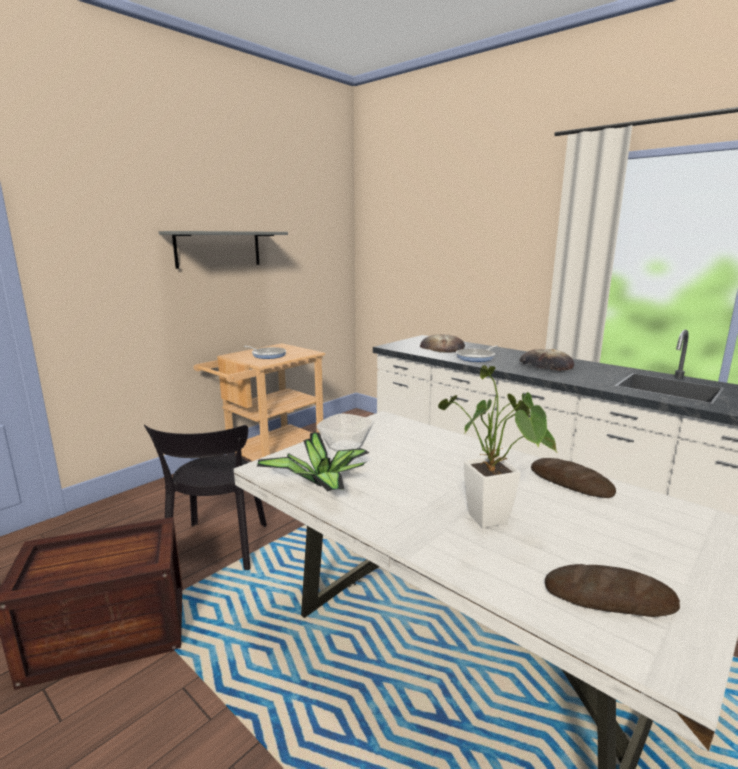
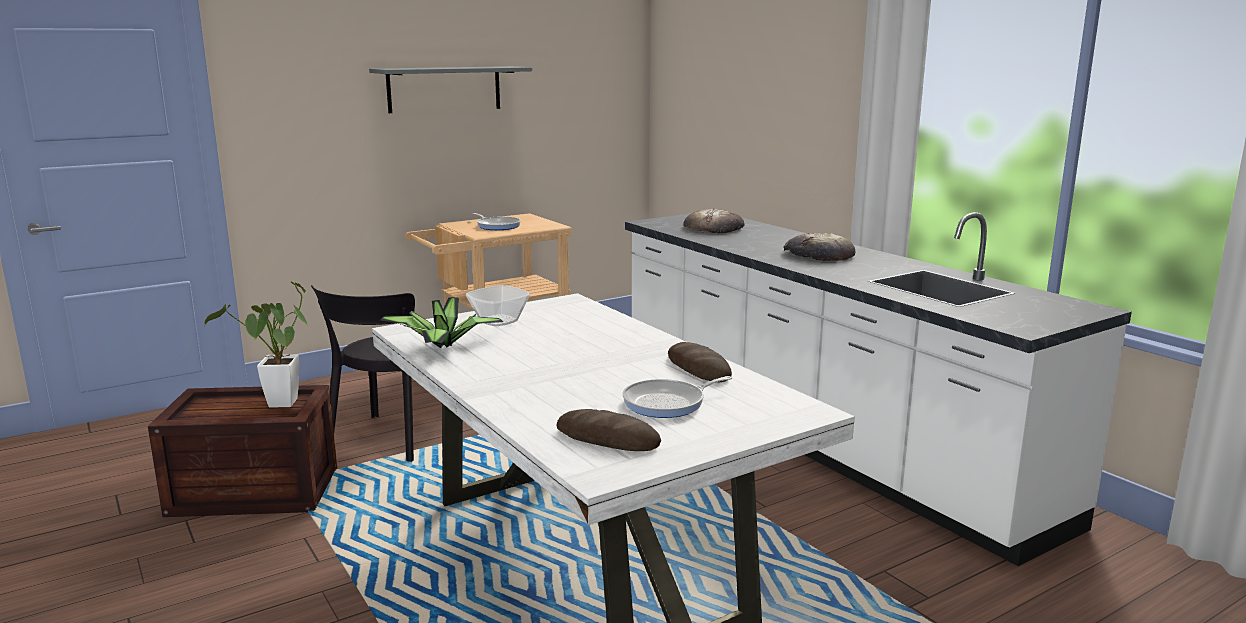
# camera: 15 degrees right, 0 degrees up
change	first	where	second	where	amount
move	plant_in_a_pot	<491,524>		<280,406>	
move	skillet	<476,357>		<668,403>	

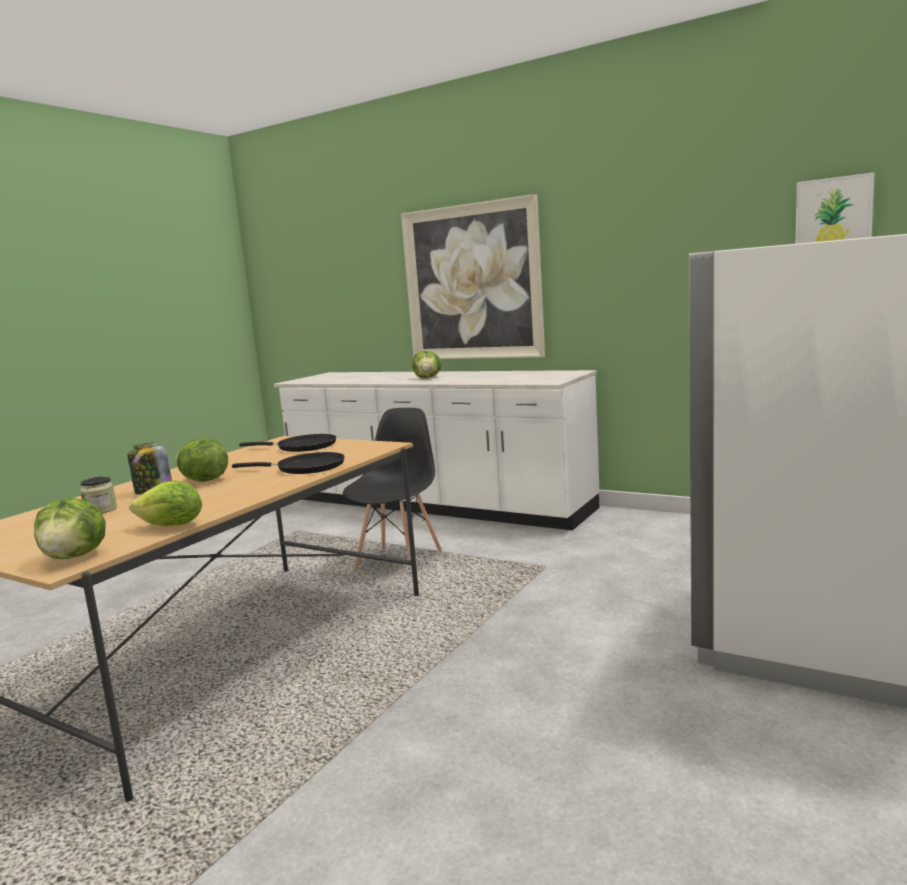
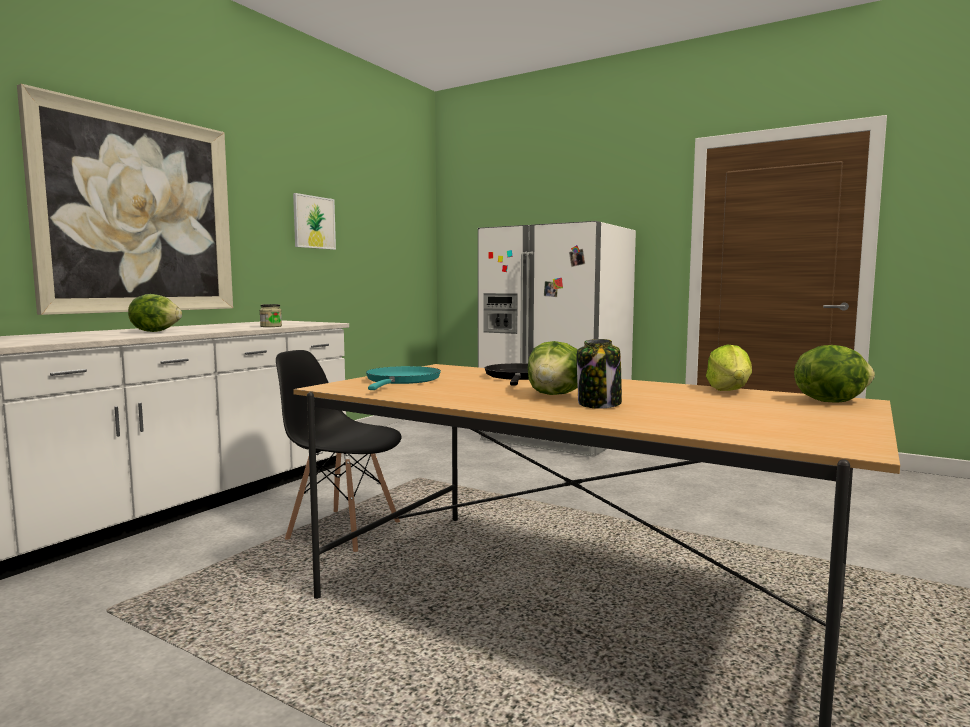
# camera: 90 degrees left, 5 degrees down
change	first	where	second	where	amount
move	storage_jar	<100,510>		<271,326>	
move	wall_picture	<833,213>		<314,222>	
recolor	black-coloured_skillet	<302,447>	turquoise_skillet	<401,381>	

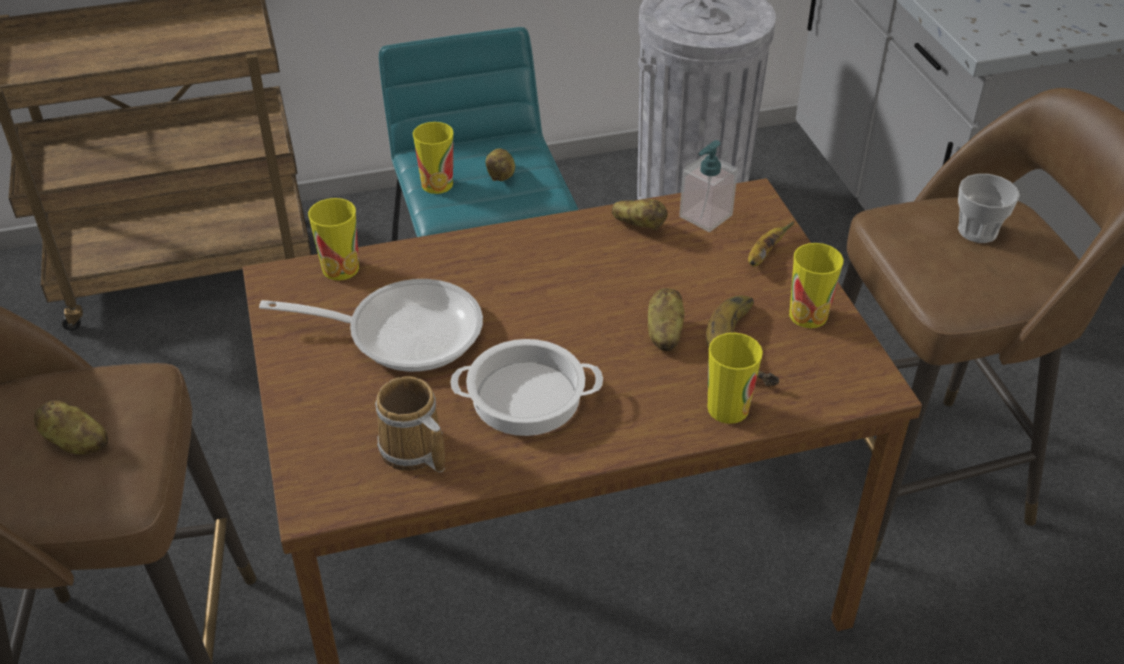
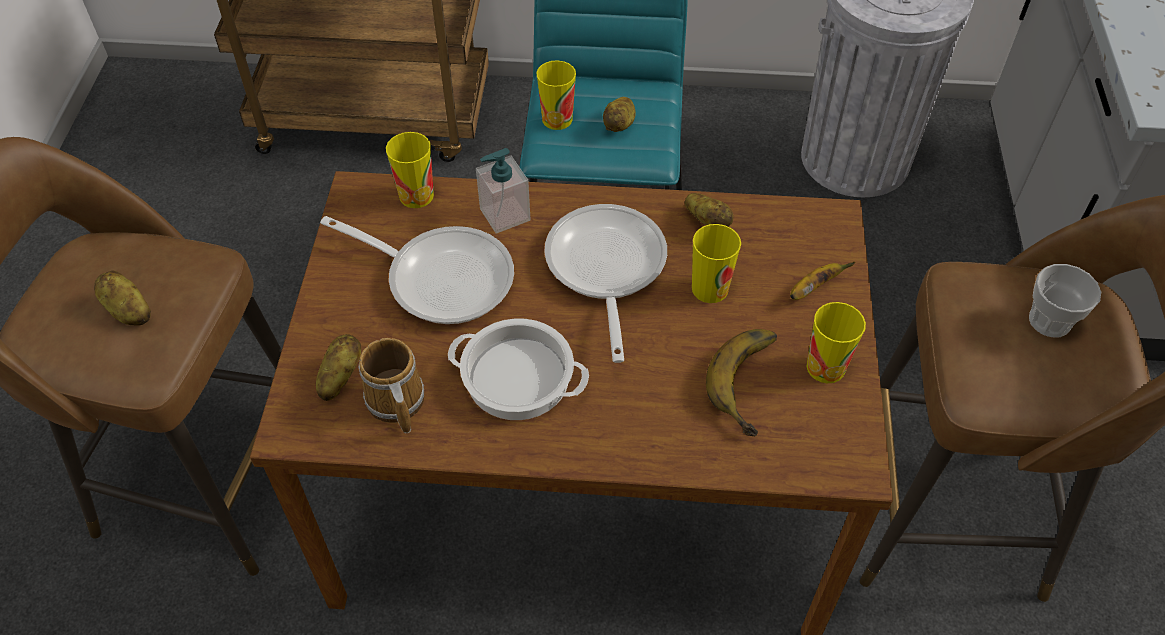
# camera: 20 degrees right, 10 degrees up
change	first	where	second	where	amount
insert			skillet	<605,269>	
move	whole_potato	<664,333>		<340,377>	
move	soap_bottle	<705,216>		<504,215>	
move	small_cup	<728,408>		<710,288>	

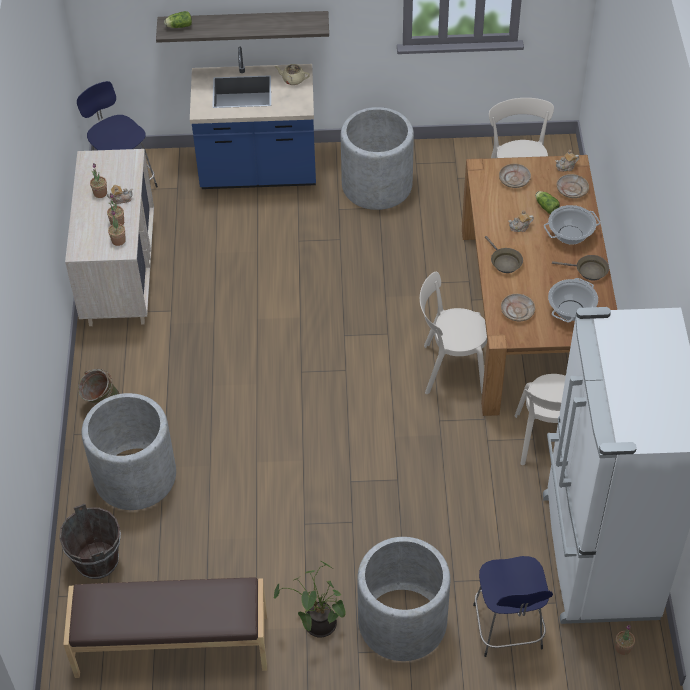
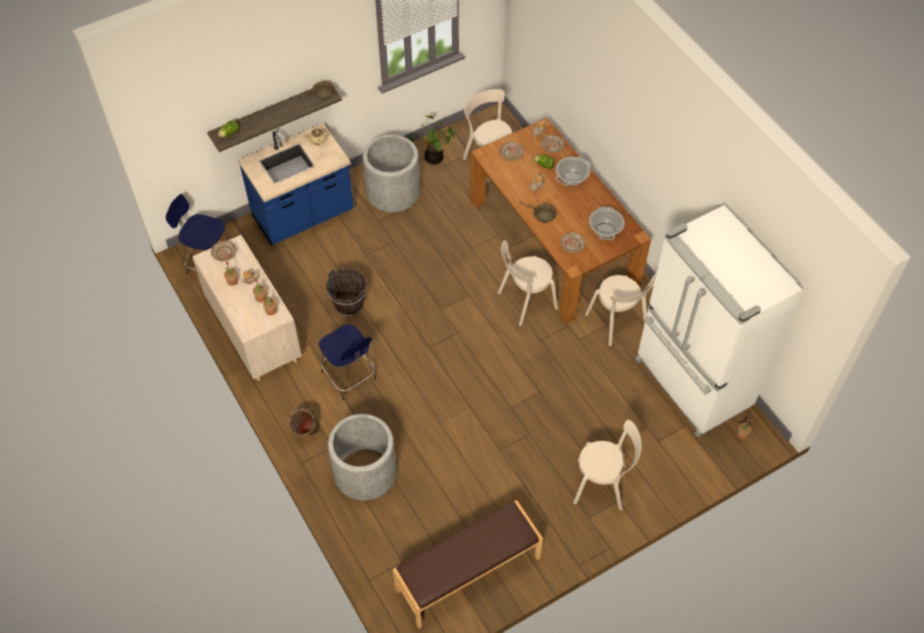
# camera: 30 degrees left, 5 degrees up
change	first	where	second	where	amount
insert			beige_flat_dish	<224,253>	
move	brown_bucket	<98,561>		<349,305>	
move	plant_in_a_pot	<317,625>		<432,159>	
move	blue-coloured_stool_seat	<508,629>		<349,377>	
move	brown_skillet	<588,271>		<321,94>	
replace	grey_plant_pot	<402,622>	beige_plain_chair	<603,484>	

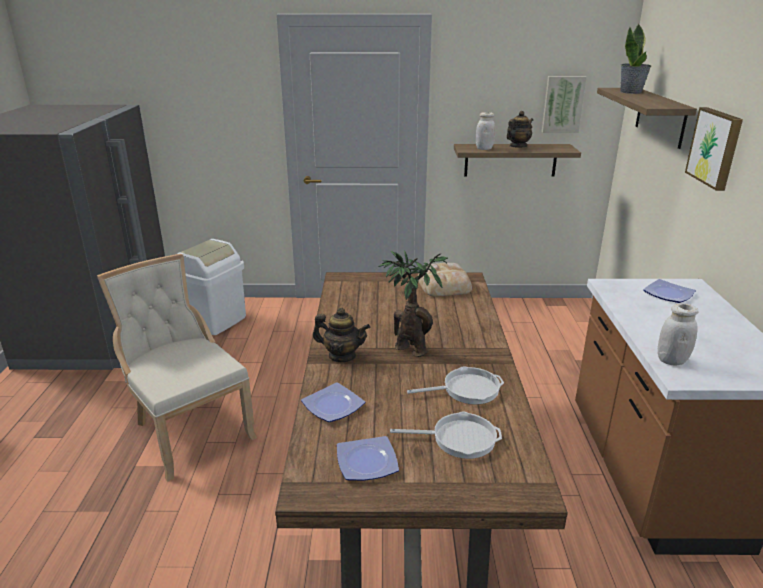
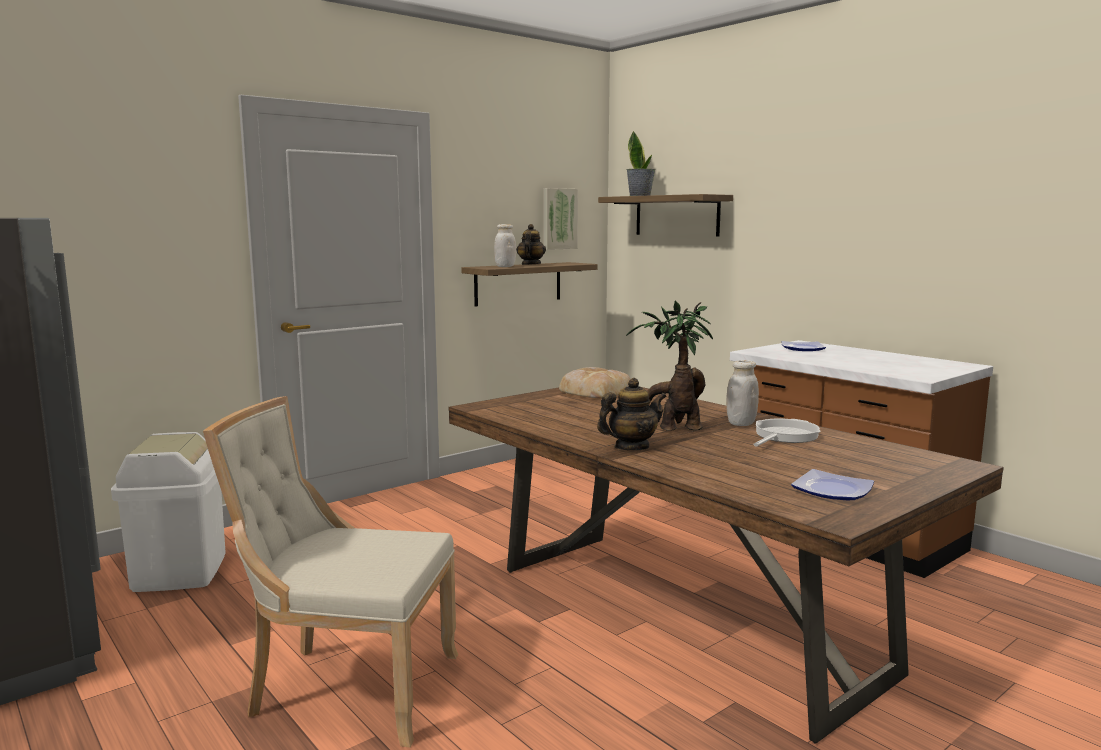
# camera: 40 degrees left, 15 degrees down
change	first	where	second	where	amount
delete	flat_dish	<333,407>			
delete	skillet	<459,438>			
delete	wall_picture	<715,147>			
move	white_storage_jar	<671,360>		<741,423>	

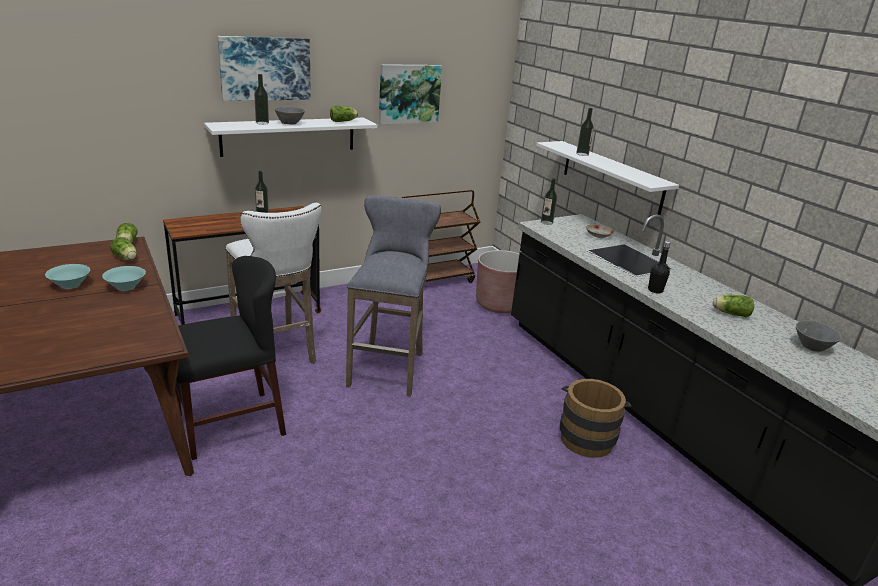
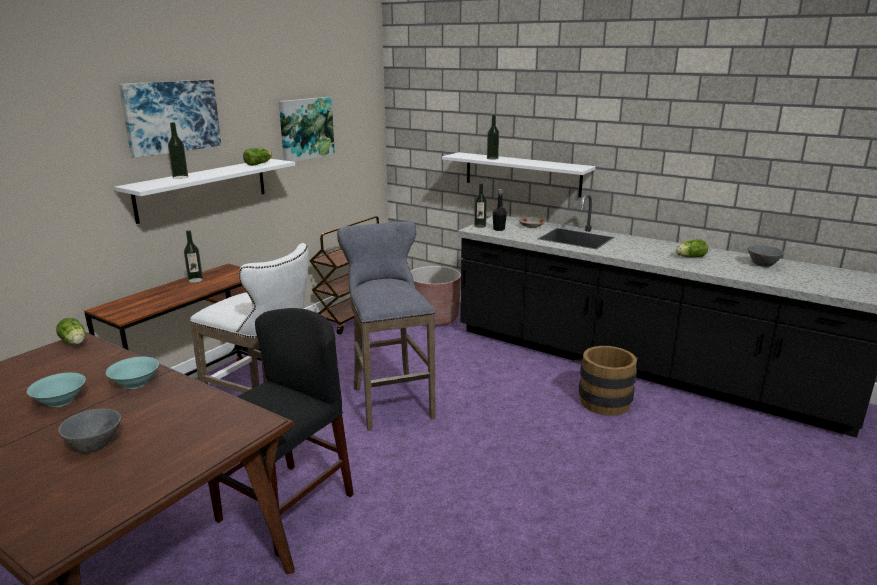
# camera: 25 degrees left, 5 degrees down
change	first	where	second	where	amount
delete	lettuce	<126,258>			
move	grey_bowl	<290,123>		<96,445>	
move	black-coloured_drink_bottle	<655,290>		<499,229>	

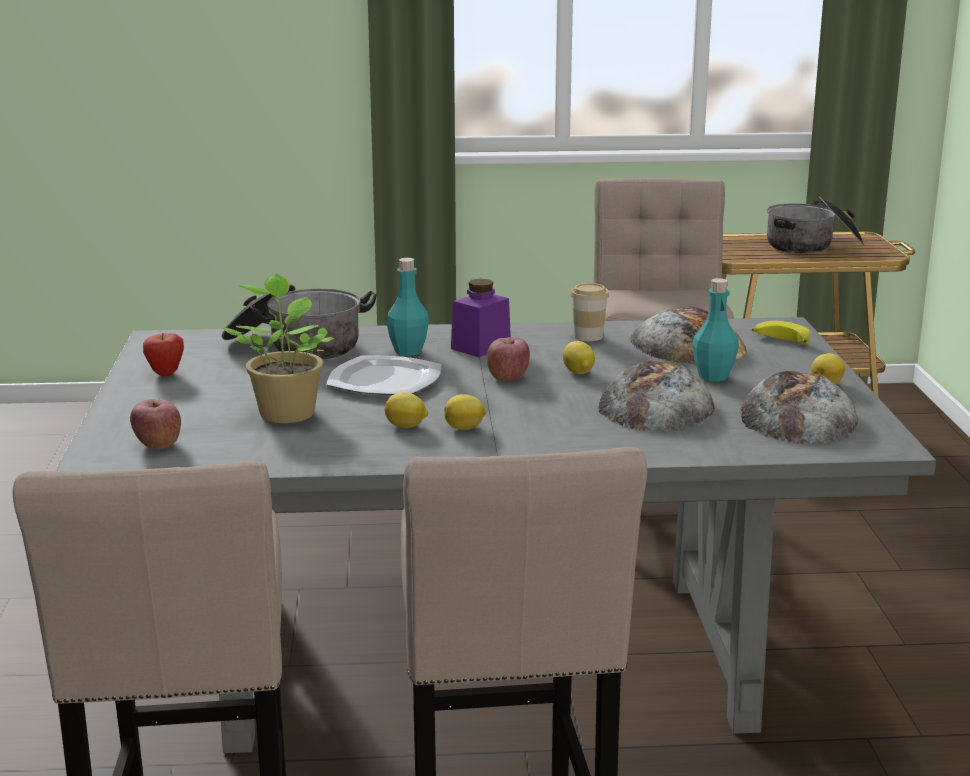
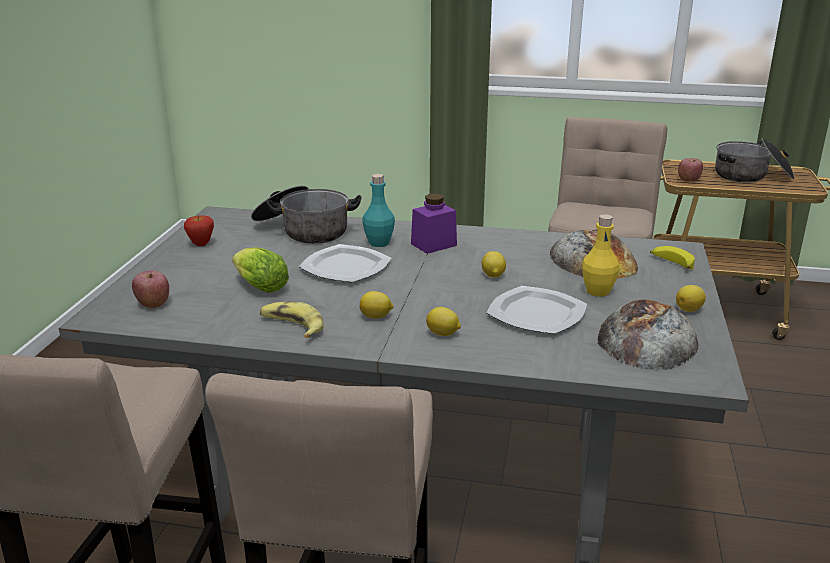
# camera: 15 degrees right, 5 degrees up
change	first	where	second	where	amount
delete	small_cup	<588,336>			
insert			whole_banana	<292,326>	
move	whole_lemon	<406,426>		<443,334>	
move	apple_fruit	<508,377>		<688,180>	
replace	plant_in_a_pot	<286,412>	lettuce	<258,286>	
replace	baked_bread	<656,405>	flat_dish	<535,314>	
recolor	turquoise_drink_bottle	<713,376>	yellowish_drink_bottle	<597,291>	

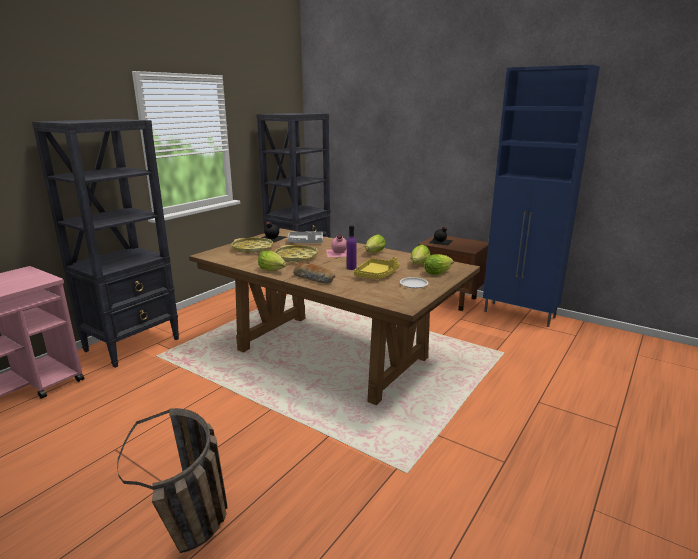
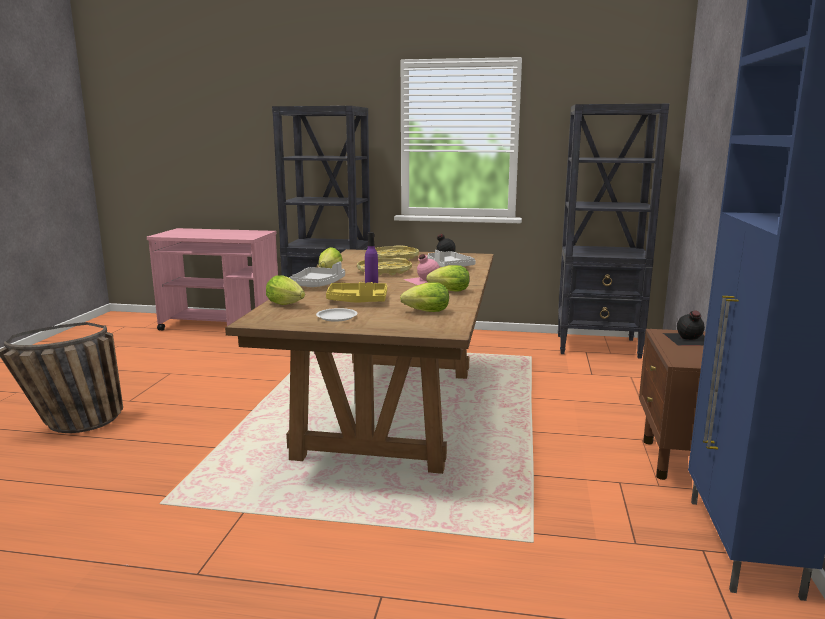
# camera: 65 degrees right, 5 degrees down
change	first	where	second	where	amount
move	lettuce	<439,273>		<287,305>	
replace	baked_bread	<314,278>	grey_carrying_tray	<318,285>	

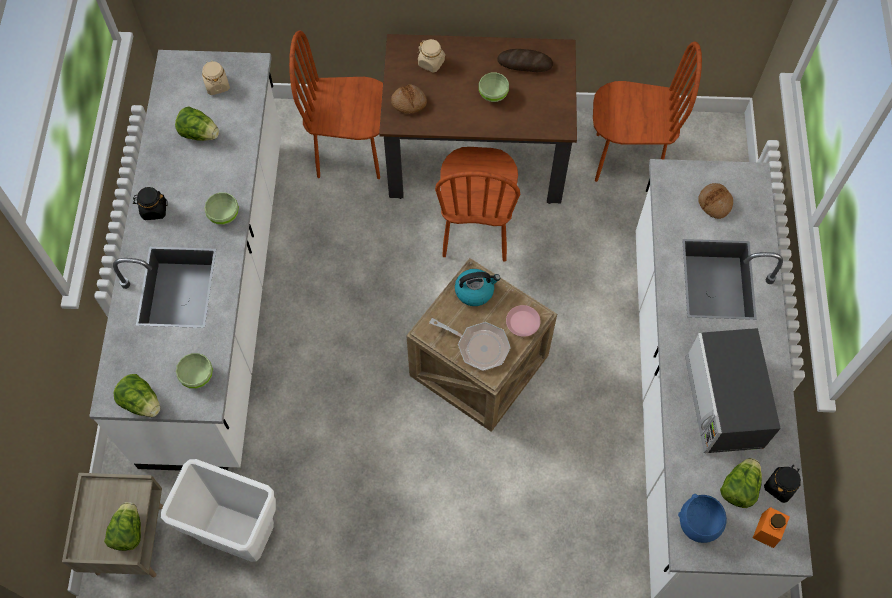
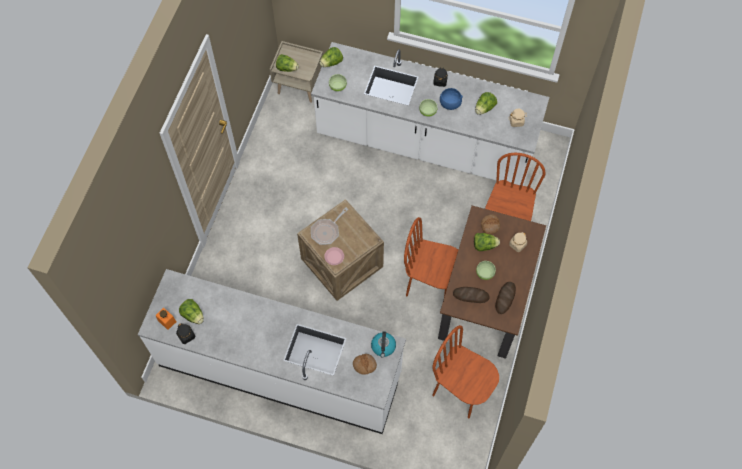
# camera: 105 degrees right, 0 degrees up
change	first	where	second	where	amount
delete	white_rubbish_bin	<239,536>			
delete	microwave	<723,403>			
insert			baked_bread	<471,296>	
insert			lettuce	<484,245>	
move	tea_kettle	<475,291>		<383,347>	
move	blue-coloured_bowl	<698,524>		<449,104>	
rotate	brown_plain_chair	<627,159>		<461,390>	105 degrees clockwise

